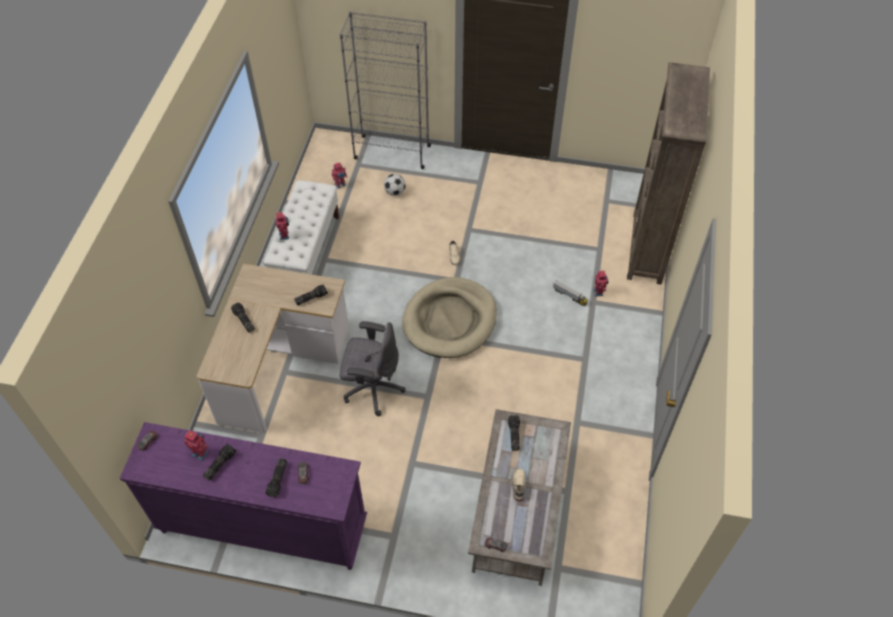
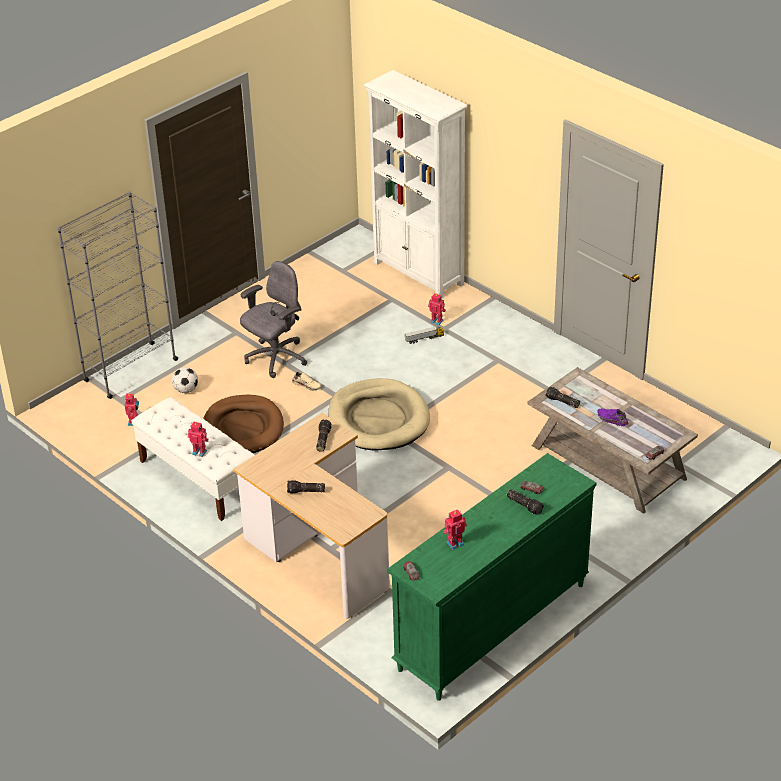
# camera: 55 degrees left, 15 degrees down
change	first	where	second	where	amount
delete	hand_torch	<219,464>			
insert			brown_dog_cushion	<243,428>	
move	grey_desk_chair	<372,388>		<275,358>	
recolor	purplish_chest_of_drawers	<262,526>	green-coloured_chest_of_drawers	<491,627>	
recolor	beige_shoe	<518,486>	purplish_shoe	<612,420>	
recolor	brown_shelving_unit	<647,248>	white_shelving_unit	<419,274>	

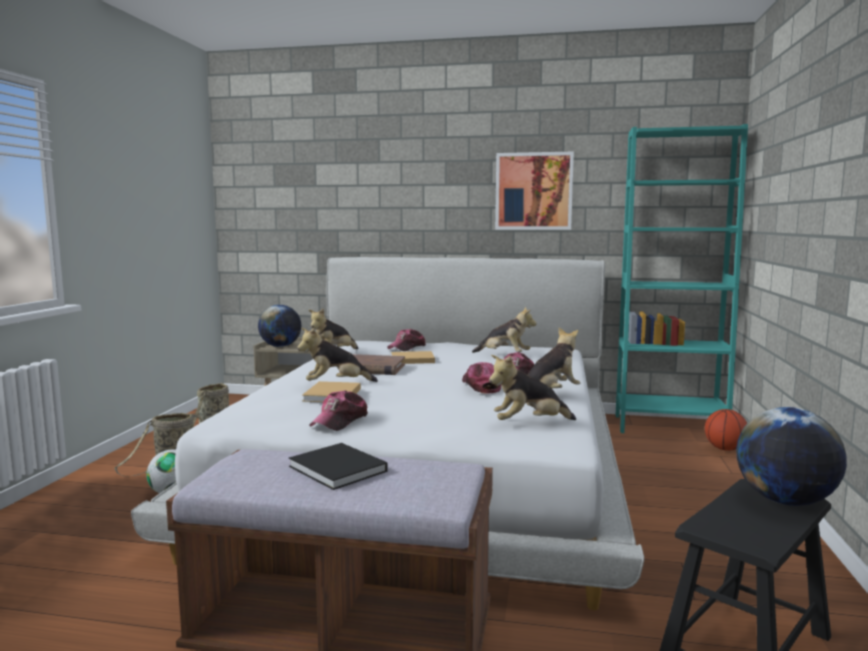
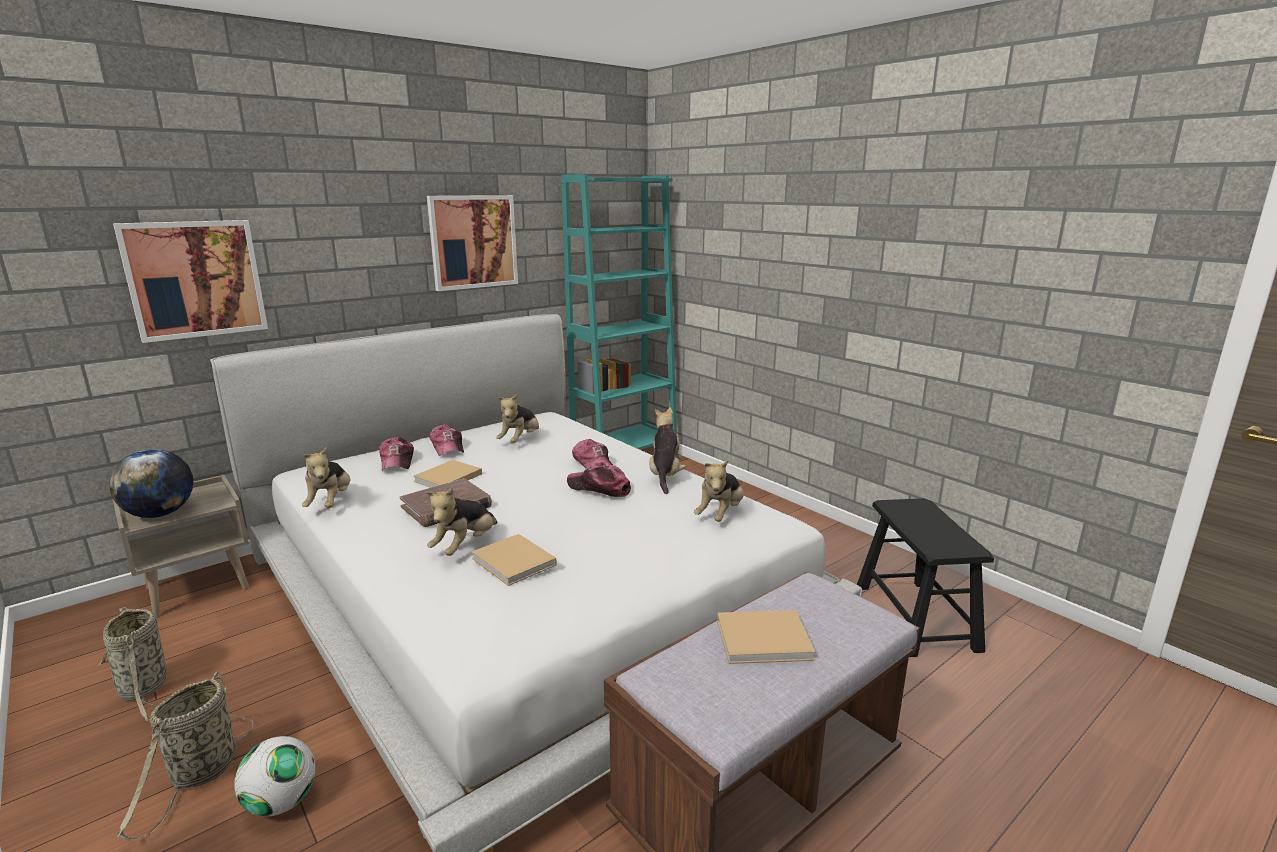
# camera: 50 degrees left, 10 degrees up
change	first	where	second	where	amount
delete	basketball_ball	<725,449>			
delete	globe	<785,501>			
insert			wall_picture	<195,279>	
move	baseball_cap	<340,421>		<448,447>	
recolor	black-coloured_volume	<339,470>	beige_volume	<766,639>	
rotate	plush_toy	<504,355>		<520,440>	135 degrees clockwise

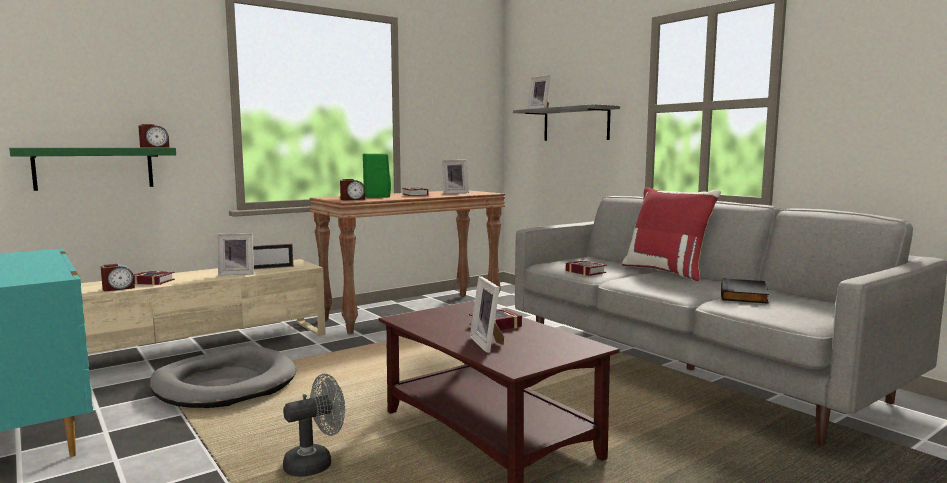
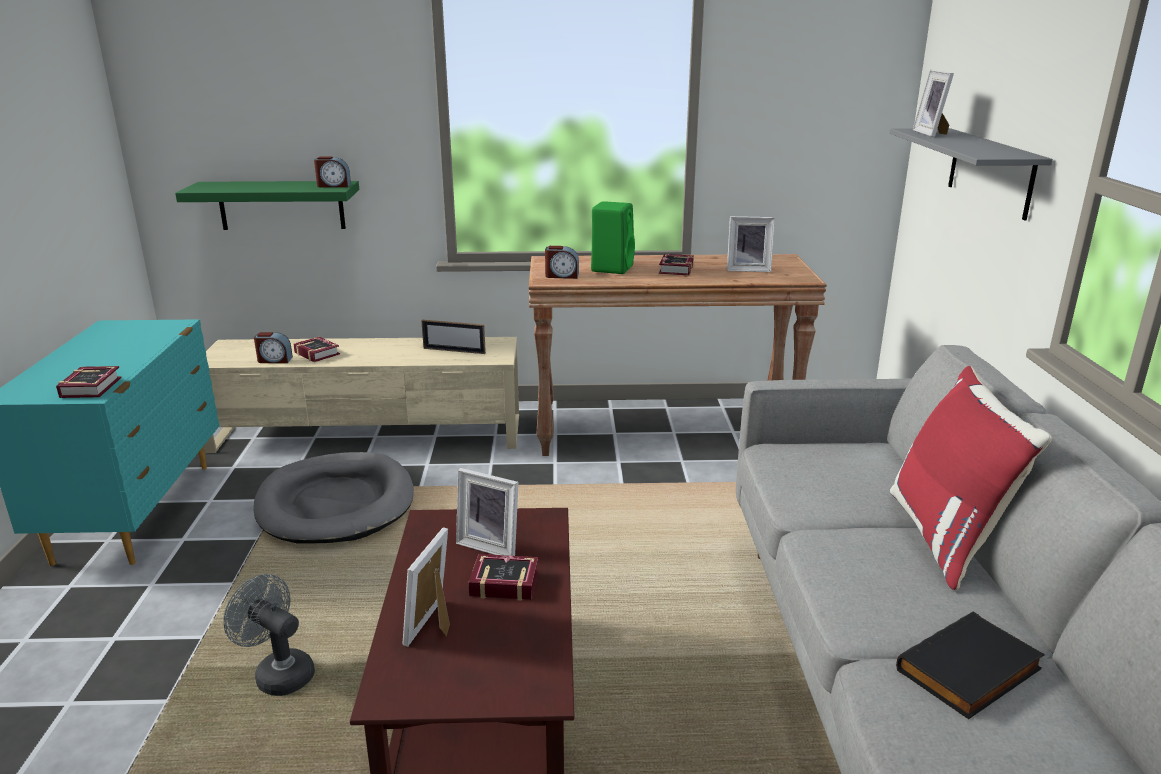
# camera: 35 degrees right, 15 degrees up
change	first	where	second	where	amount
move	standing_frame	<237,273>		<491,544>	
move	volume	<585,271>		<93,386>	
rotate	grey_electric_fan	<315,463>		<278,673>	150 degrees counterclockwise

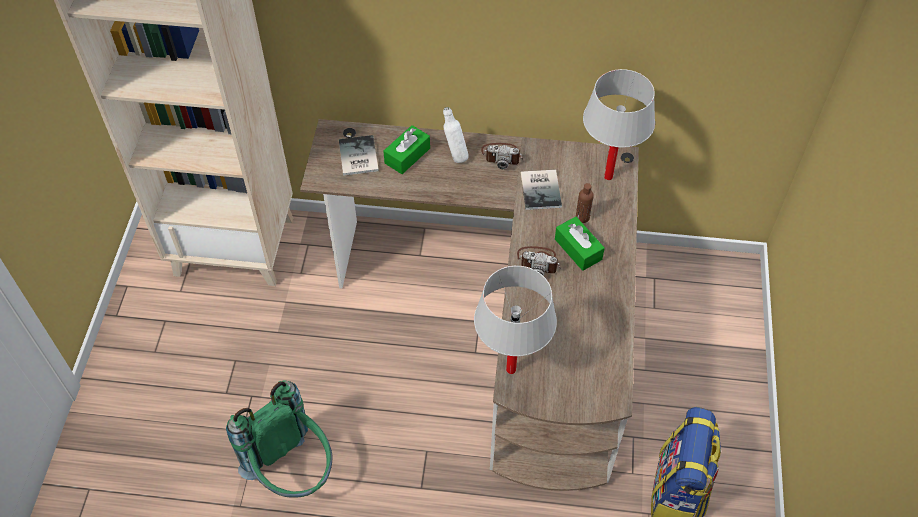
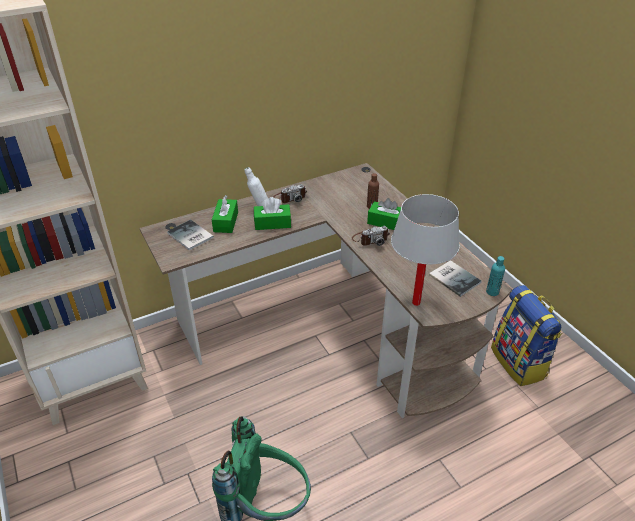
# camera: 35 degrees left, 15 degrees down
change	first	where	second	where	amount
delete	white_lamp_for_a_table	<608,177>			
insert			green-coloured_tissue_holder	<272,223>	
insert			turquoise_drink_bottle	<492,292>	
move	volume	<542,189>		<454,277>	

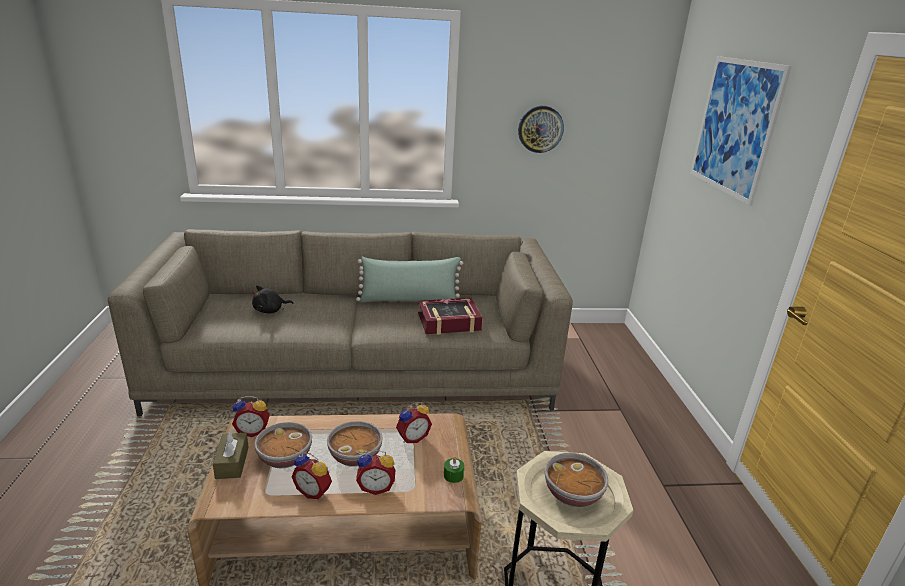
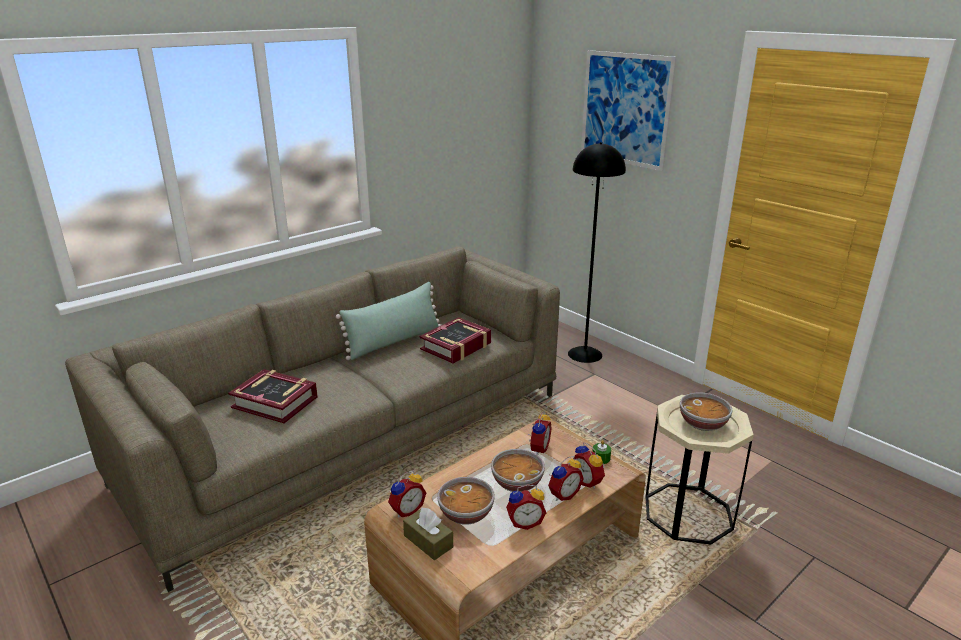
# camera: 35 degrees left, 0 degrees up
change	first	where	second	where	amount
delete	clock_on_the_wall	<540,129>			
insert			black-coloured_standard_lamp	<585,354>	
insert			bedside_clock	<588,481>	
replace	black-coloured_plush_toy	<270,310>	volume	<275,402>	

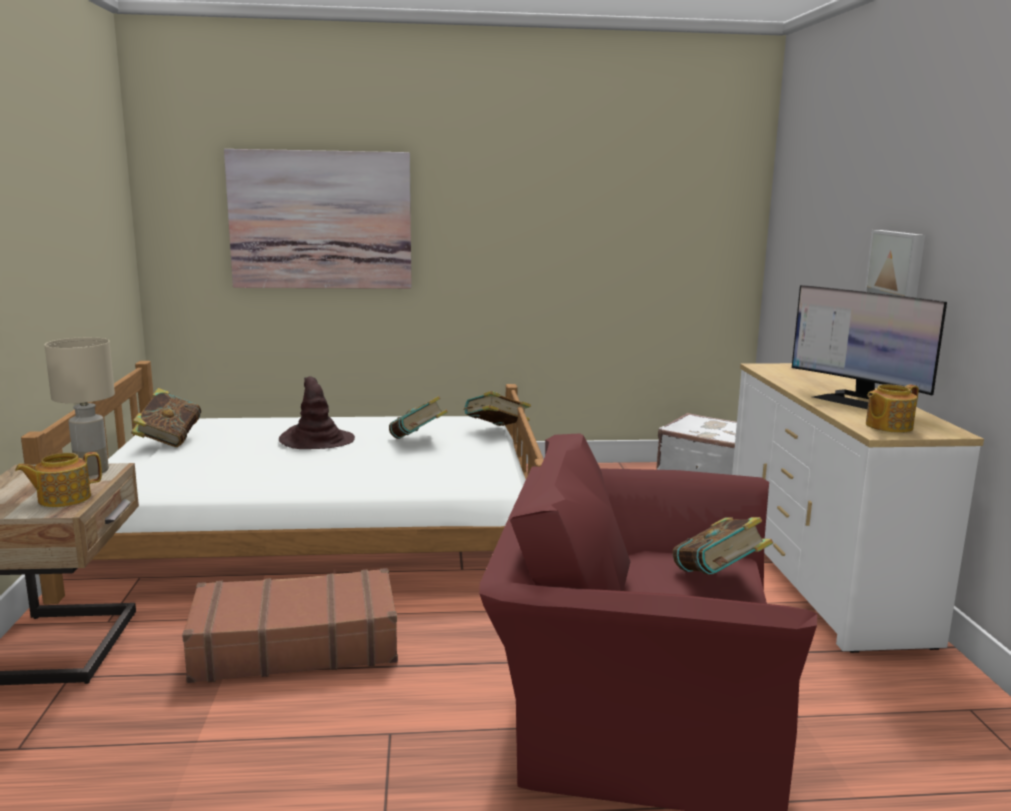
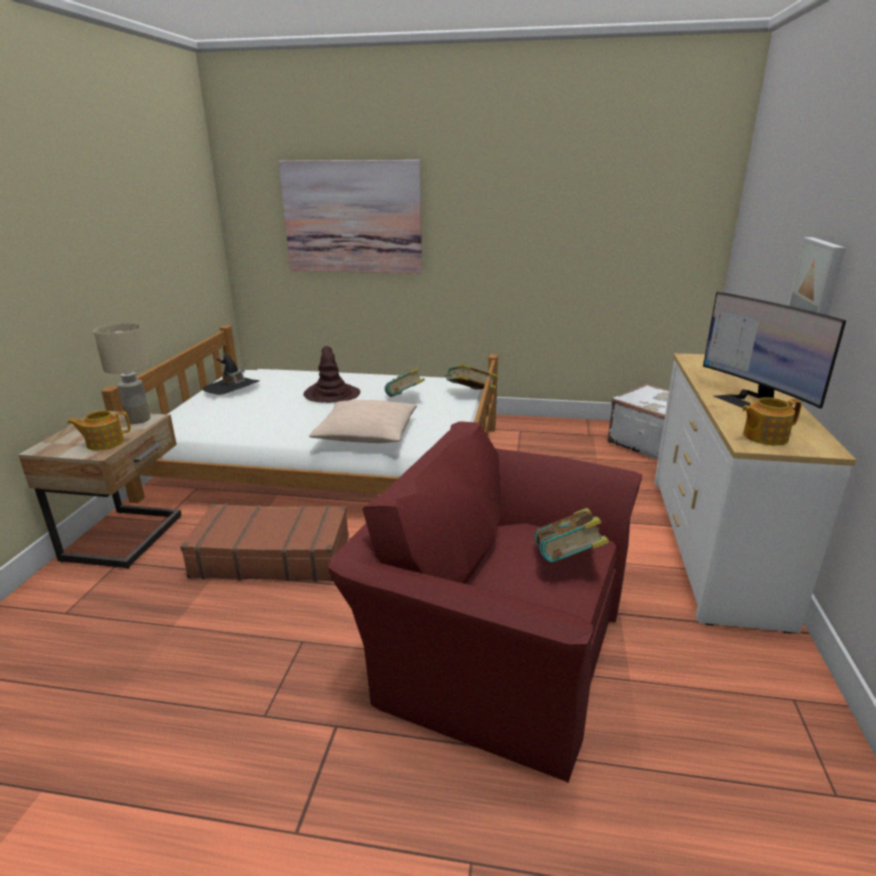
# camera: 15 degrees right, 10 degrees up
change	first	where	second	where	amount
insert			beige_cushion	<366,434>	
replace	volume	<169,441>	black-coloured_hat	<232,388>	

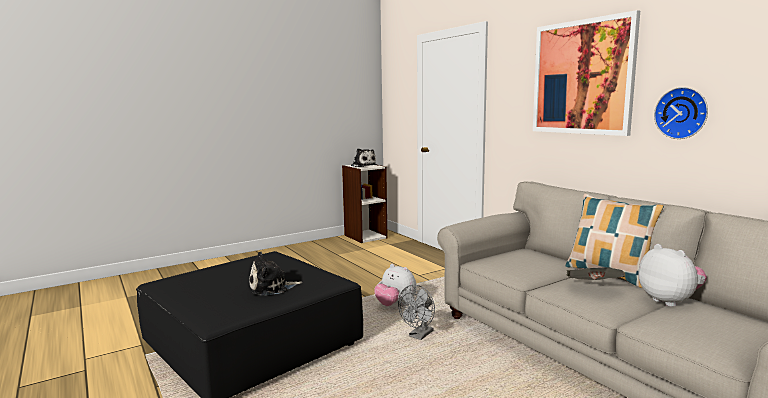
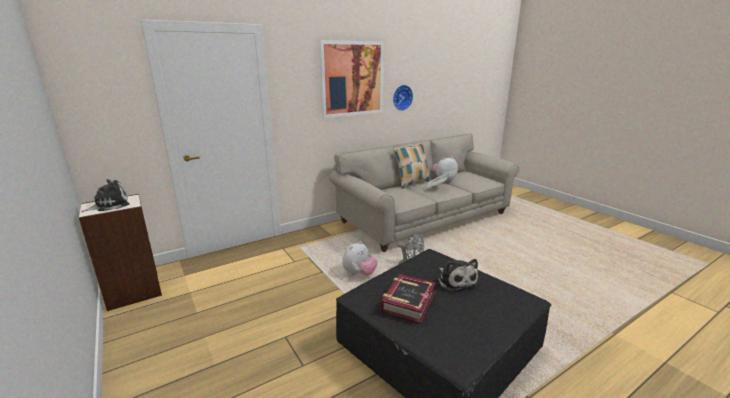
# camera: 90 degrees left, 10 degrees up
change	first	where	second	where	amount
insert			volume	<408,302>	

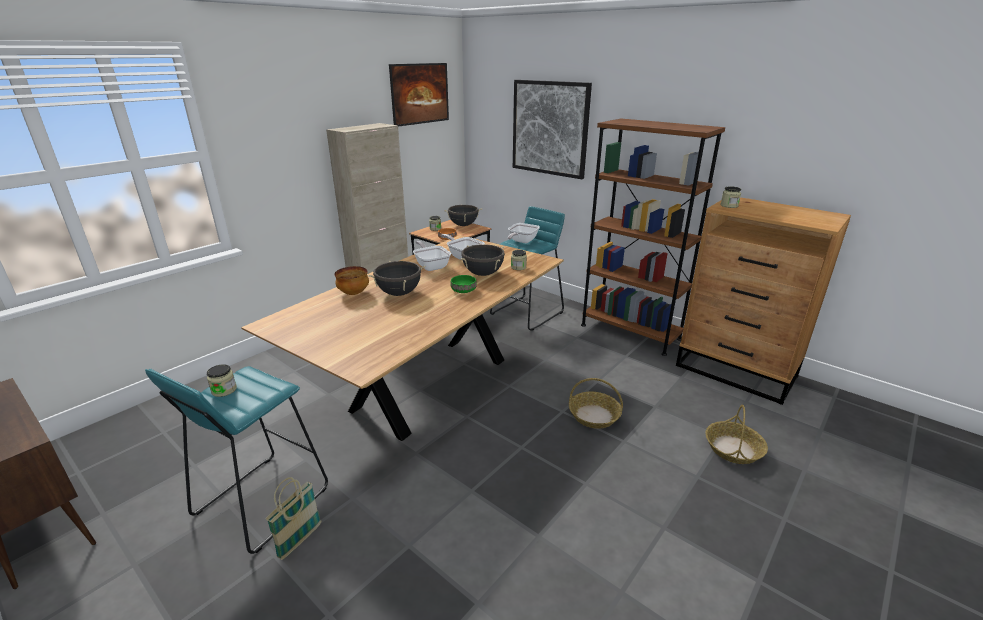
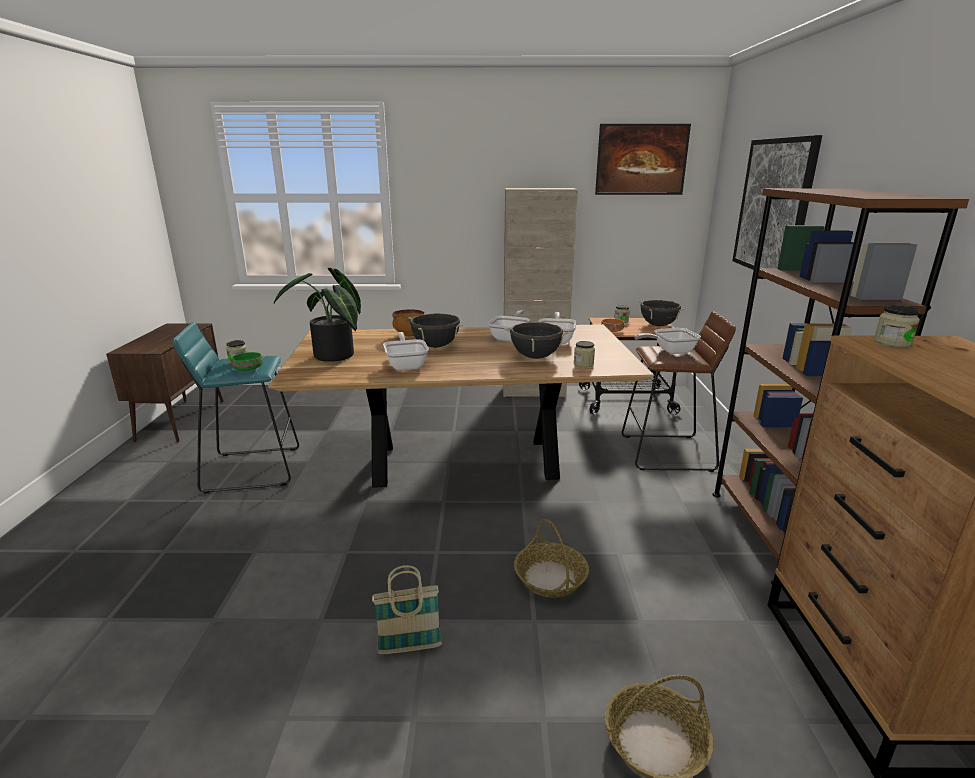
# camera: 50 degrees right, 5 degrees down
change	first	where	second	where	amount
insert			plant_in_a_pot	<333,357>	
insert			skillet	<406,365>	
move	basket	<300,540>		<409,648>	
move	green-coloured_bowl	<463,290>		<248,369>	
recolor	turquoise_stool_seat	<527,313>	brown_stool_seat	<667,453>	

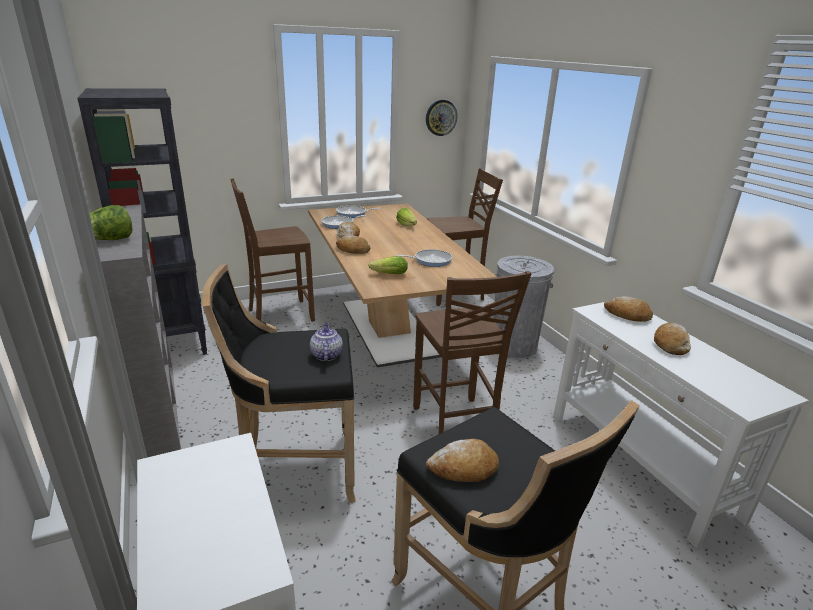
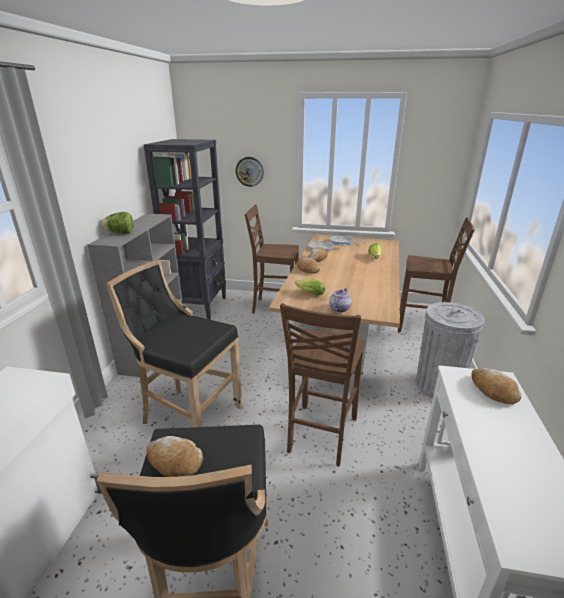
# camera: 35 degrees right, 0 degrees up
change	first	where	second	where	amount
delete	skillet	<430,260>			
delete	baked_bread	<670,344>			
move	pot_for_tea	<326,355>		<339,308>	
move	clock_on_the_wall	<441,117>		<249,171>	

